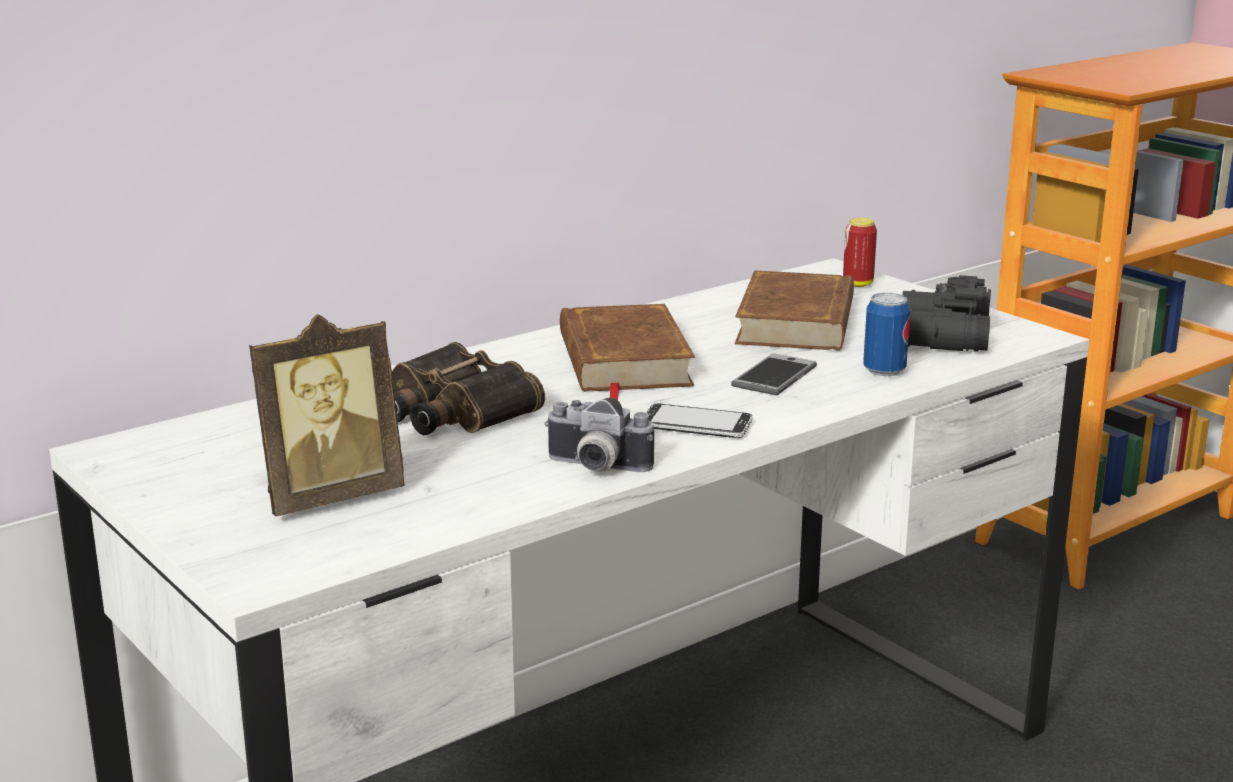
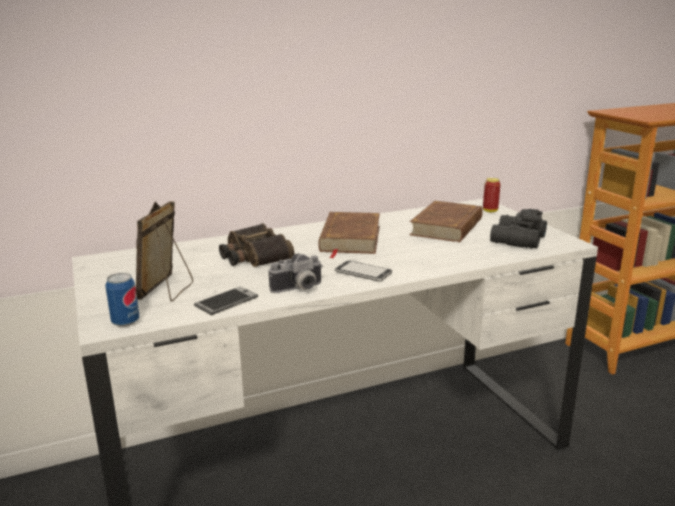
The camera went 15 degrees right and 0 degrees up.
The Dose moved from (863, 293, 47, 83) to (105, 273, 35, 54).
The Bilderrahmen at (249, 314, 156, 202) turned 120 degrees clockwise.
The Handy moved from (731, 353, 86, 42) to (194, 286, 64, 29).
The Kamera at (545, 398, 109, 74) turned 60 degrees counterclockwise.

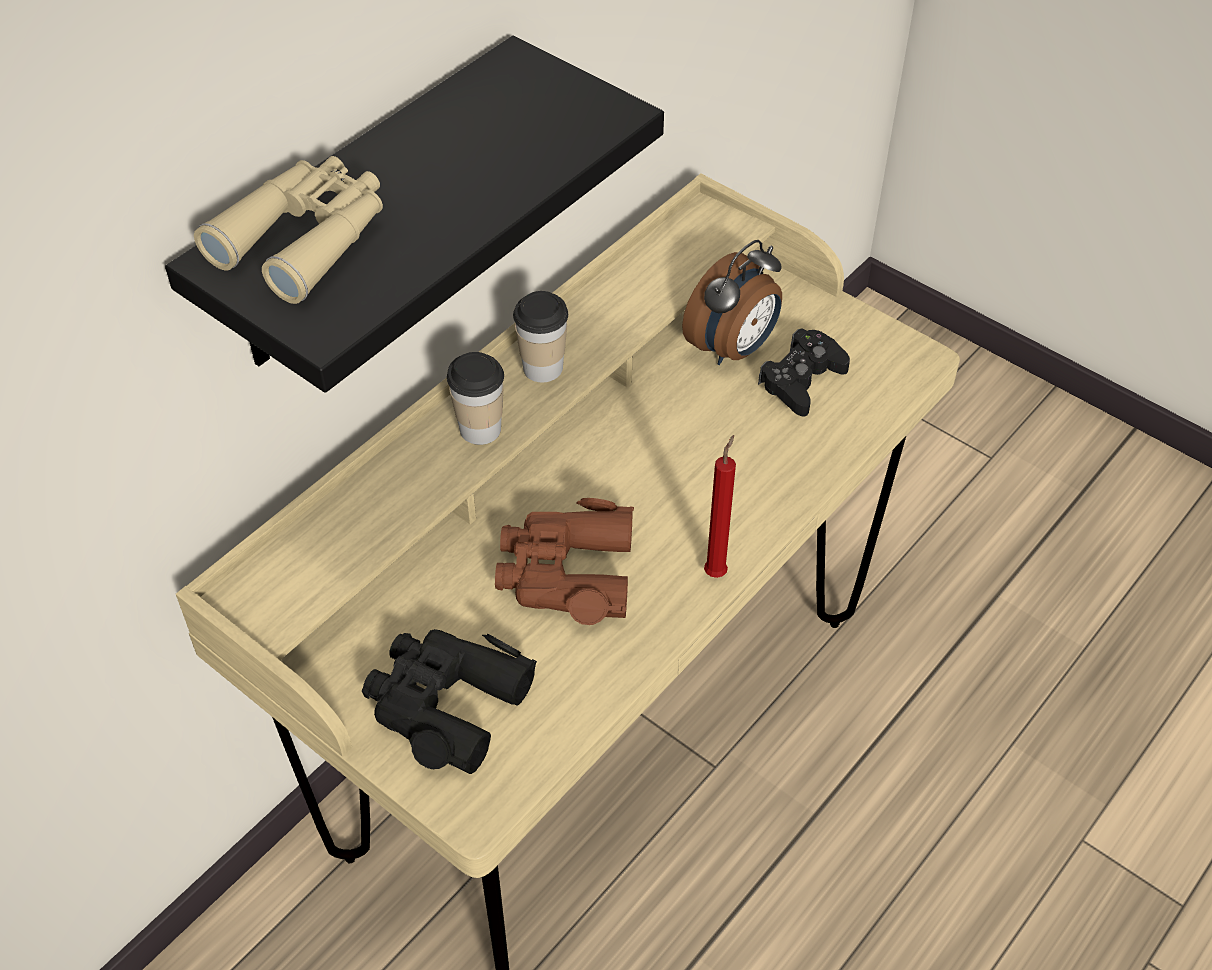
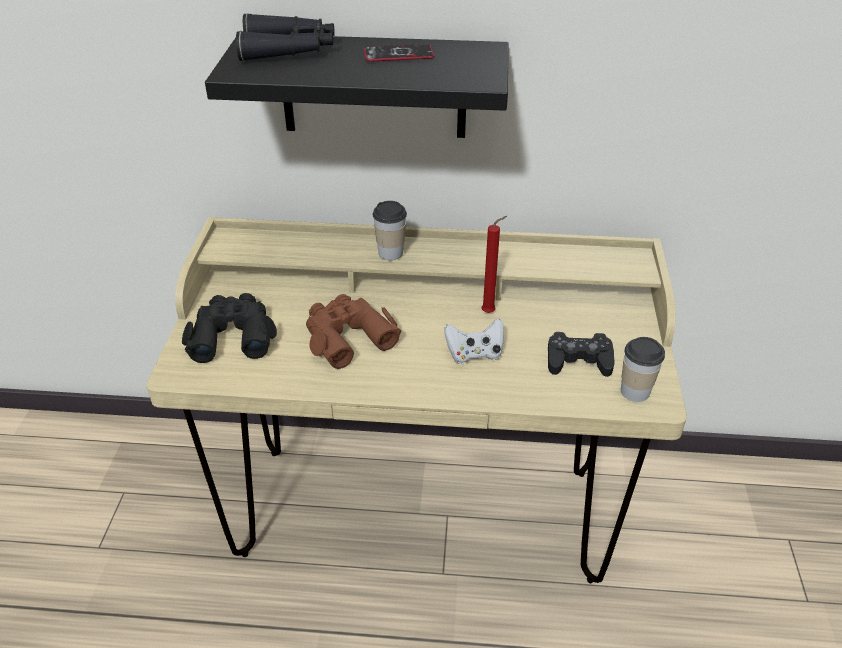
The camera went 55 degrees right and 10 degrees down.
The Fernglas/beige at (194, 156, 189, 148) became the Fernglas/schwarz at (236, 13, 99, 48).
The Wecker at (682, 240, 100, 125) disappeared.
The Tasse moved from (513, 291, 55, 91) to (621, 337, 44, 65).
The Kerze/rot moved from (704, 435, 32, 143) to (481, 216, 26, 97).
The Handy at (364, 44, 70, 18) appeared.
The Gamepad/weiß at (445, 318, 59, 46) appeared.

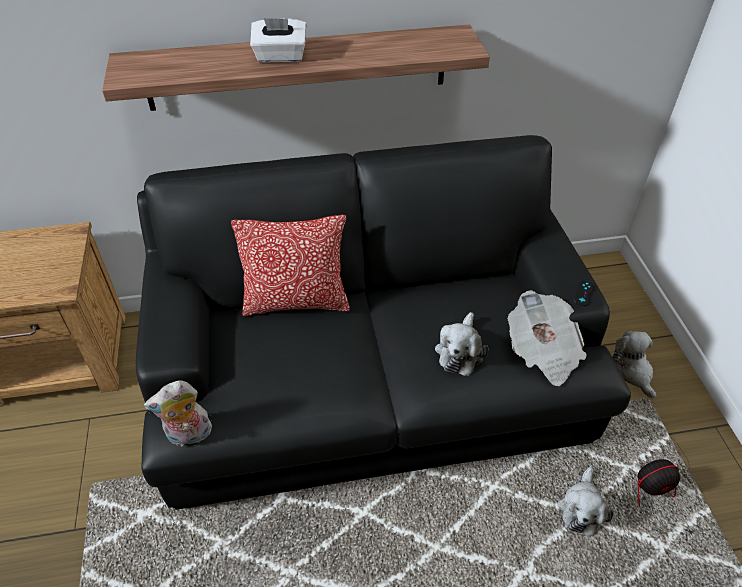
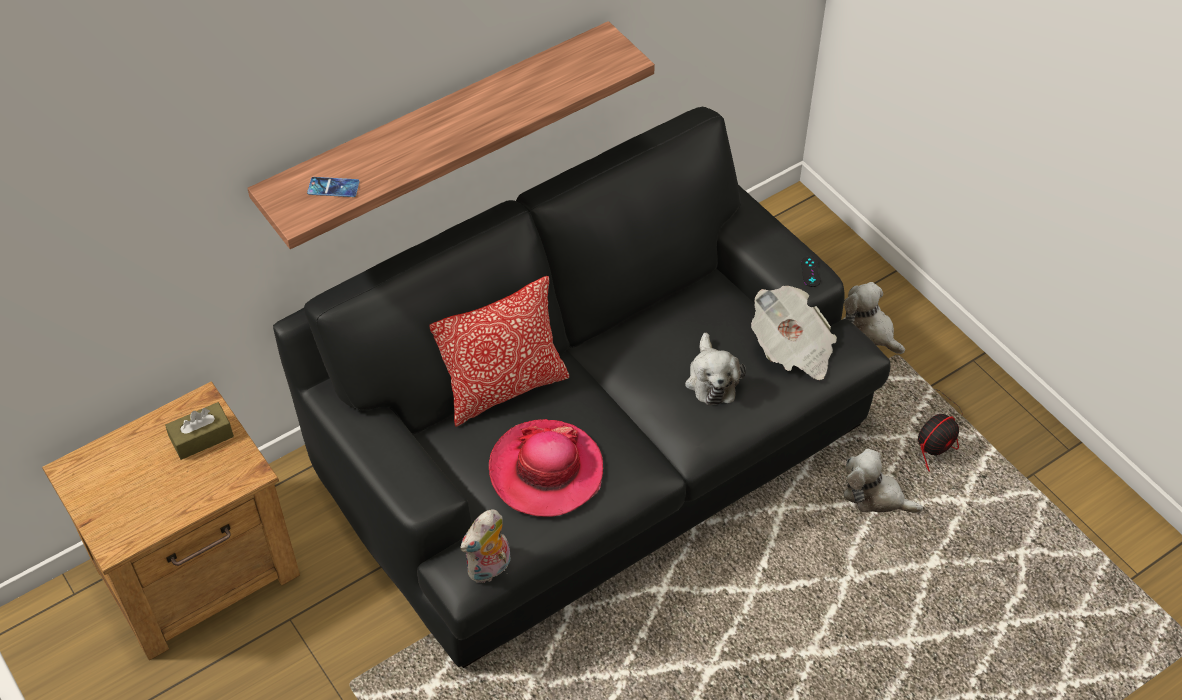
The camera went 25 degrees left and 5 degrees up.
The Taschentuchbox/weiß at (250, 18, 56, 45) disappeared.
The Plüschtier at (557, 467, 56, 69) turned 120 degrees clockwise.
The Handy at (307, 177, 53, 20) appeared.
The Taschentuchbox/braun at (165, 402, 69, 58) appeared.
The Hut at (489, 419, 114, 98) appeared.

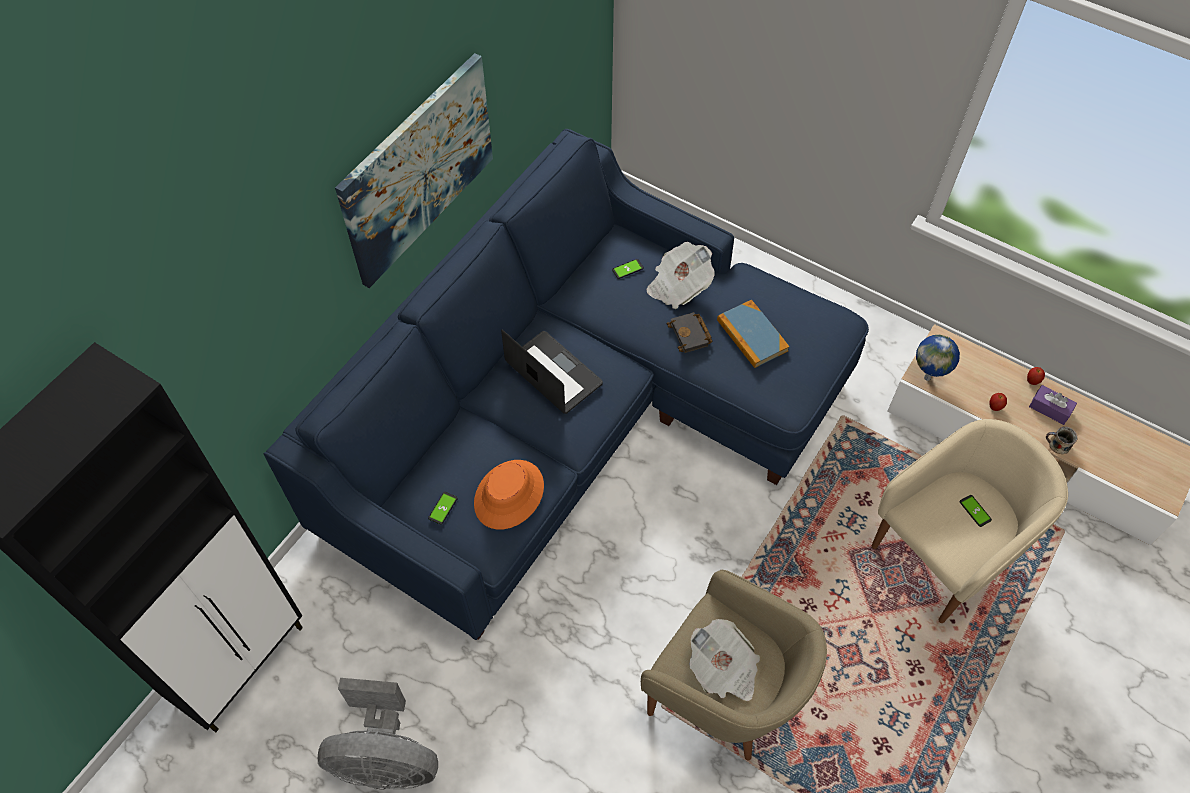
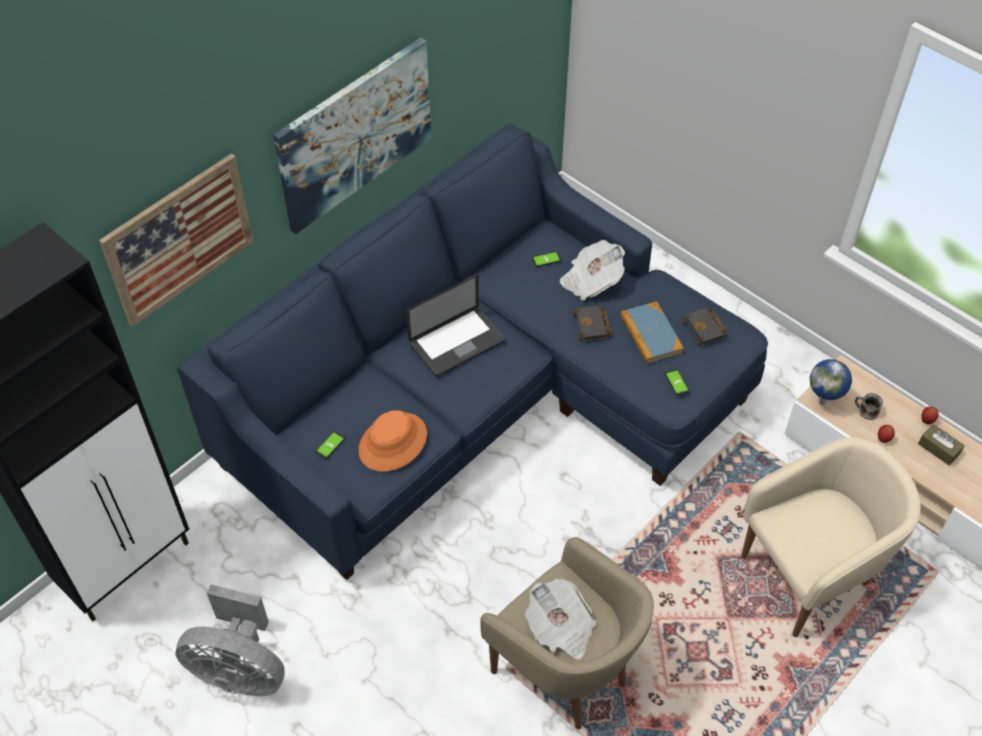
The camera went 10 degrees right and 5 degrees down.
The Laptop at (501, 330, 102, 84) turned 90 degrees clockwise.
The Taschentuchbox/lila at (1029, 385, 48, 40) became the Taschentuchbox/braun at (918, 424, 47, 42).
The Henkelbecher moved from (1046, 426, 32, 28) to (855, 393, 28, 27).
The Handy moved from (959, 495, 33, 32) to (665, 369, 24, 26).
The Bild at (99, 153, 155, 174) appeared.
The Buch/schwarz at (682, 308, 46, 38) appeared.

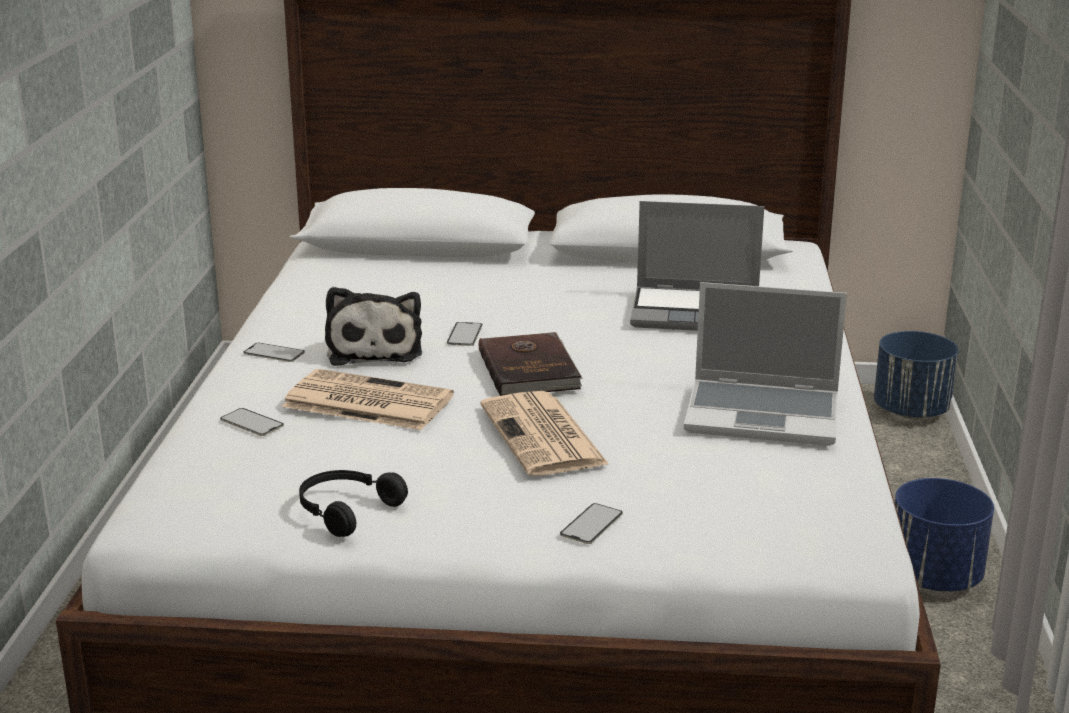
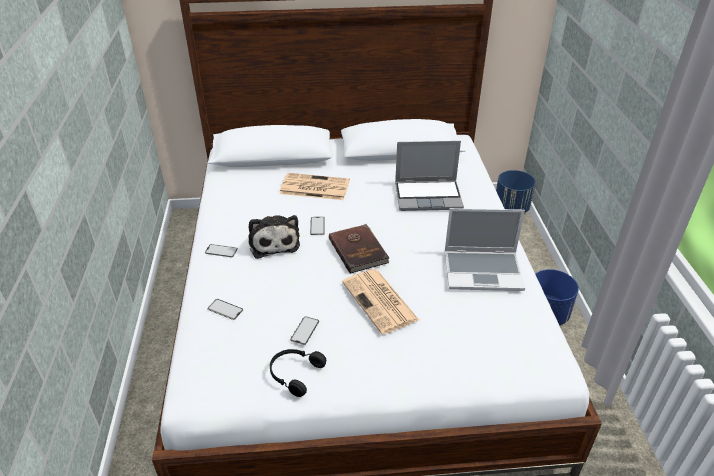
The camera went 10 degrees left and 15 degrees up.
The Zeitung moved from (282, 369, 172, 61) to (279, 173, 71, 27).
The Handy moved from (560, 503, 63, 41) to (290, 316, 29, 29).

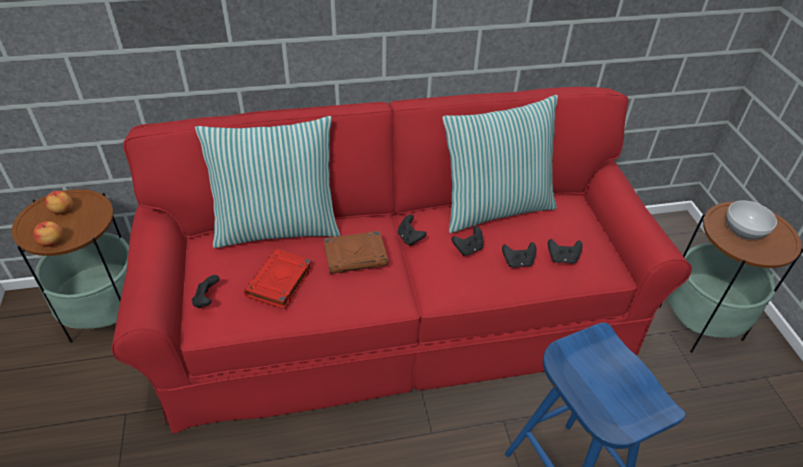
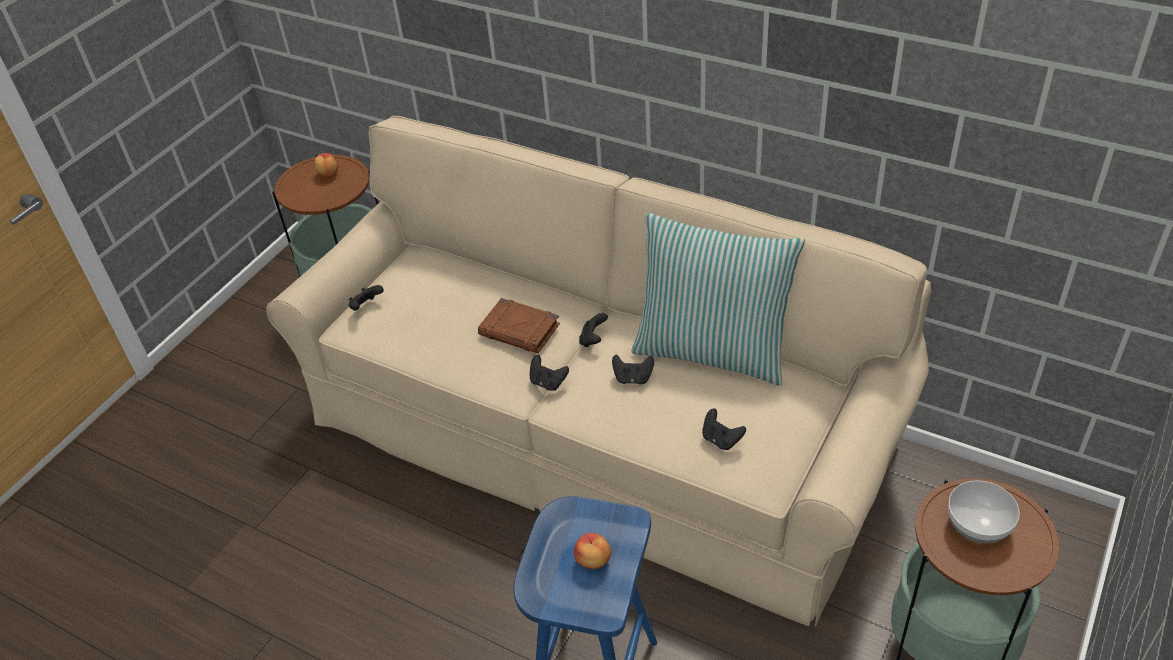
The camera went 45 degrees right and 0 degrees up.
The Sofa/rot at (111, 87, 581, 347) became the Sofa/beige at (266, 116, 665, 510).
The Kissen at (195, 116, 145, 132) disappeared.
The Apfel moved from (33, 221, 30, 26) to (574, 533, 37, 36).
The Gamepad/schwarz moved from (502, 242, 34, 26) to (530, 355, 39, 36).
The Buch/rot at (244, 249, 68, 60) disappeared.

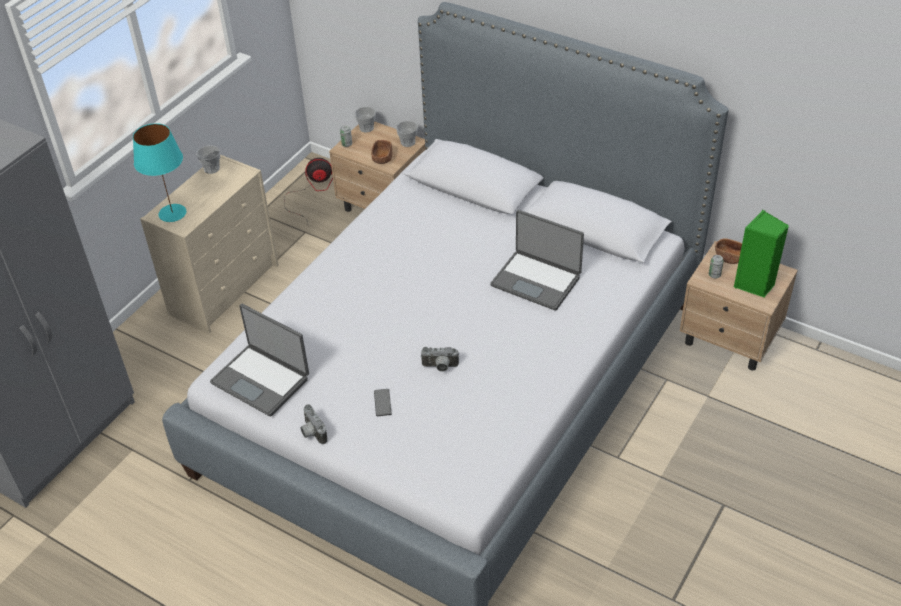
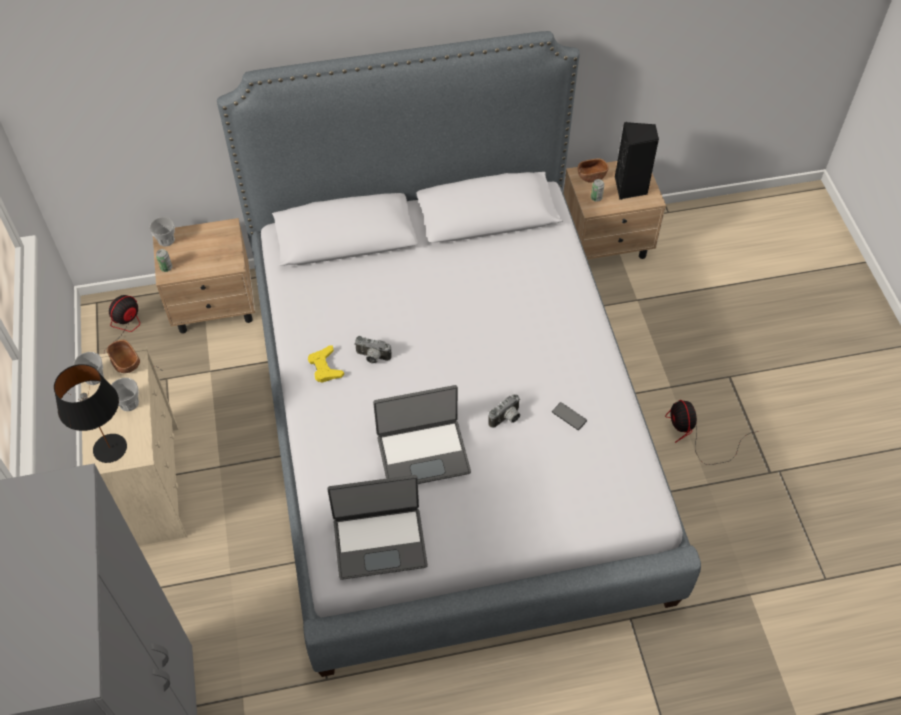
The camera went 45 degrees left and 10 degrees up.
The Tasse moved from (396, 121, 22, 26) to (111, 378, 28, 33).
The Tischlampe/türkis at (133, 123, 53, 99) became the Tischlampe/schwarz at (54, 364, 73, 99).
The Schüssel/braun moved from (371, 140, 21, 24) to (107, 340, 33, 33).
The Laptop moved from (490, 210, 94, 101) to (373, 385, 98, 99).
The Lautsprecher/grün at (734, 210, 55, 87) became the Lautsprecher/schwarz at (615, 122, 44, 78).
The Handy moved from (374, 389, 18, 27) to (552, 402, 35, 28).
The Kamera moved from (300, 404, 27, 40) to (354, 336, 37, 28).
The Gamepad/gelb at (308, 345, 36, 38) appeared.
The Ventilator at (665, 400, 94, 65) appeared.

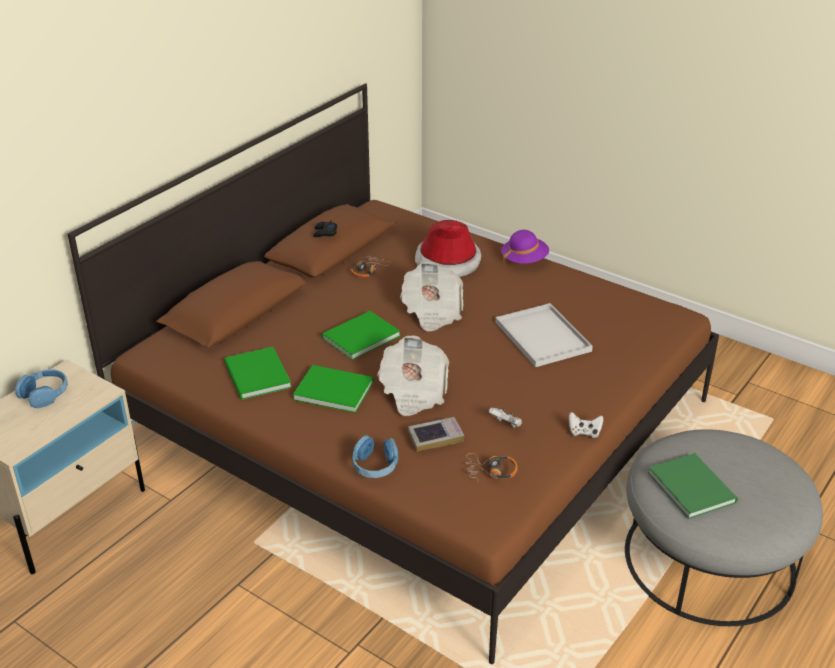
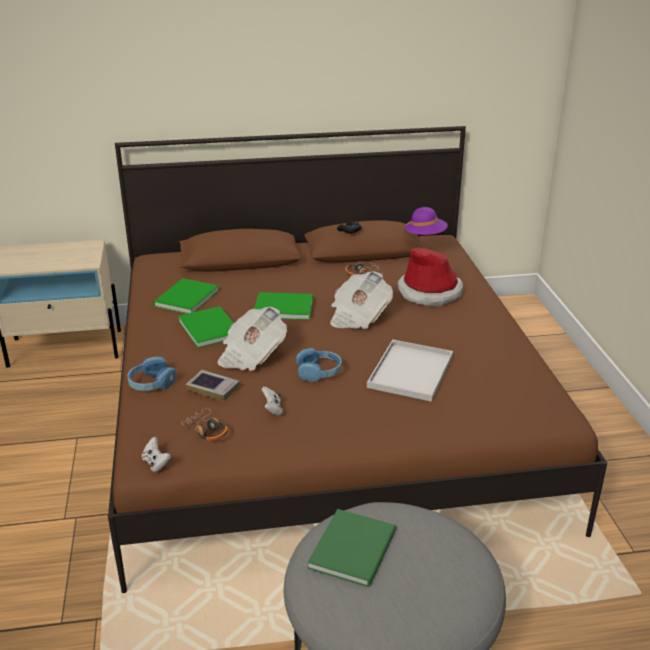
The camera went 45 degrees right and 5 degrees down.
The Hut/lila moved from (501, 230, 48, 36) to (404, 207, 44, 28).
The Kopfhörer/blau moved from (15, 369, 53, 39) to (296, 348, 46, 34).
The Gamepad/weiß moved from (569, 412, 34, 26) to (142, 437, 29, 35).

